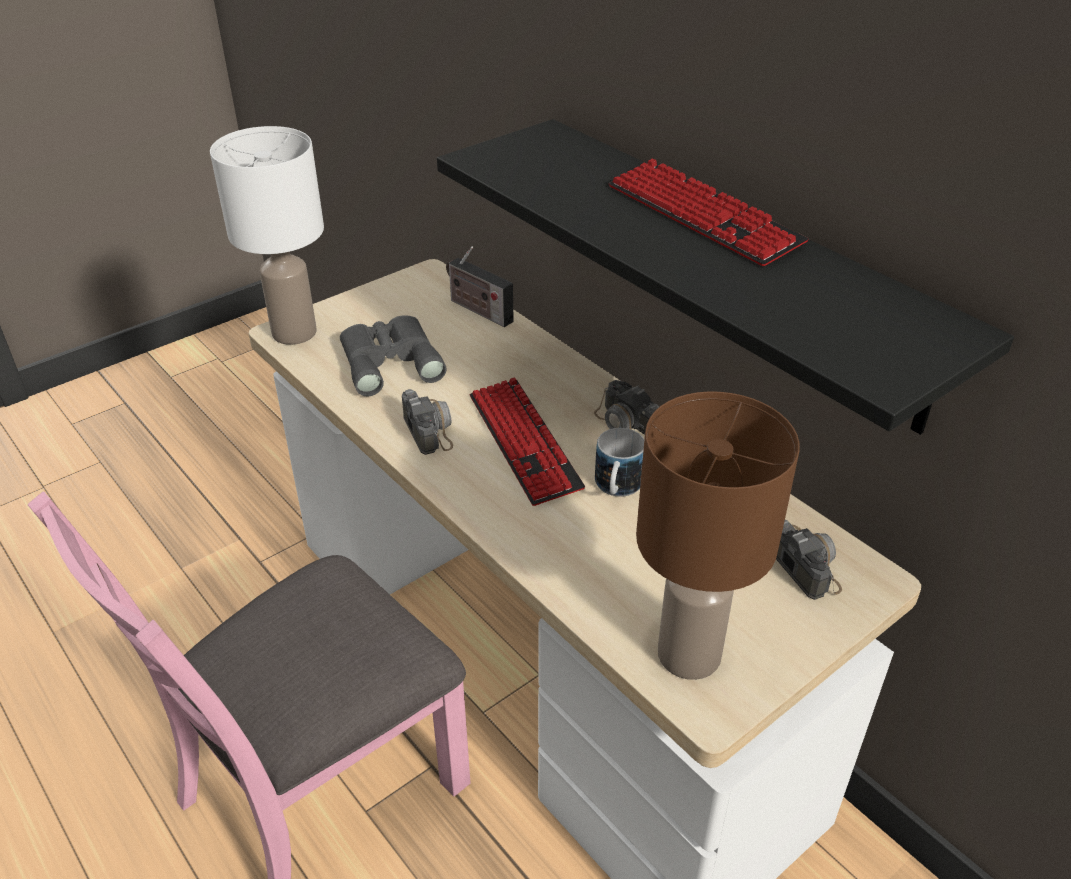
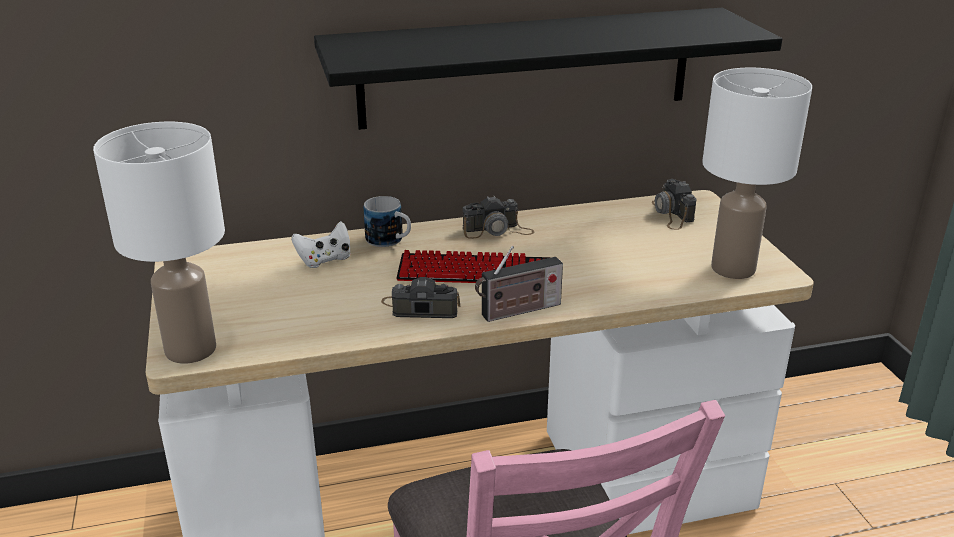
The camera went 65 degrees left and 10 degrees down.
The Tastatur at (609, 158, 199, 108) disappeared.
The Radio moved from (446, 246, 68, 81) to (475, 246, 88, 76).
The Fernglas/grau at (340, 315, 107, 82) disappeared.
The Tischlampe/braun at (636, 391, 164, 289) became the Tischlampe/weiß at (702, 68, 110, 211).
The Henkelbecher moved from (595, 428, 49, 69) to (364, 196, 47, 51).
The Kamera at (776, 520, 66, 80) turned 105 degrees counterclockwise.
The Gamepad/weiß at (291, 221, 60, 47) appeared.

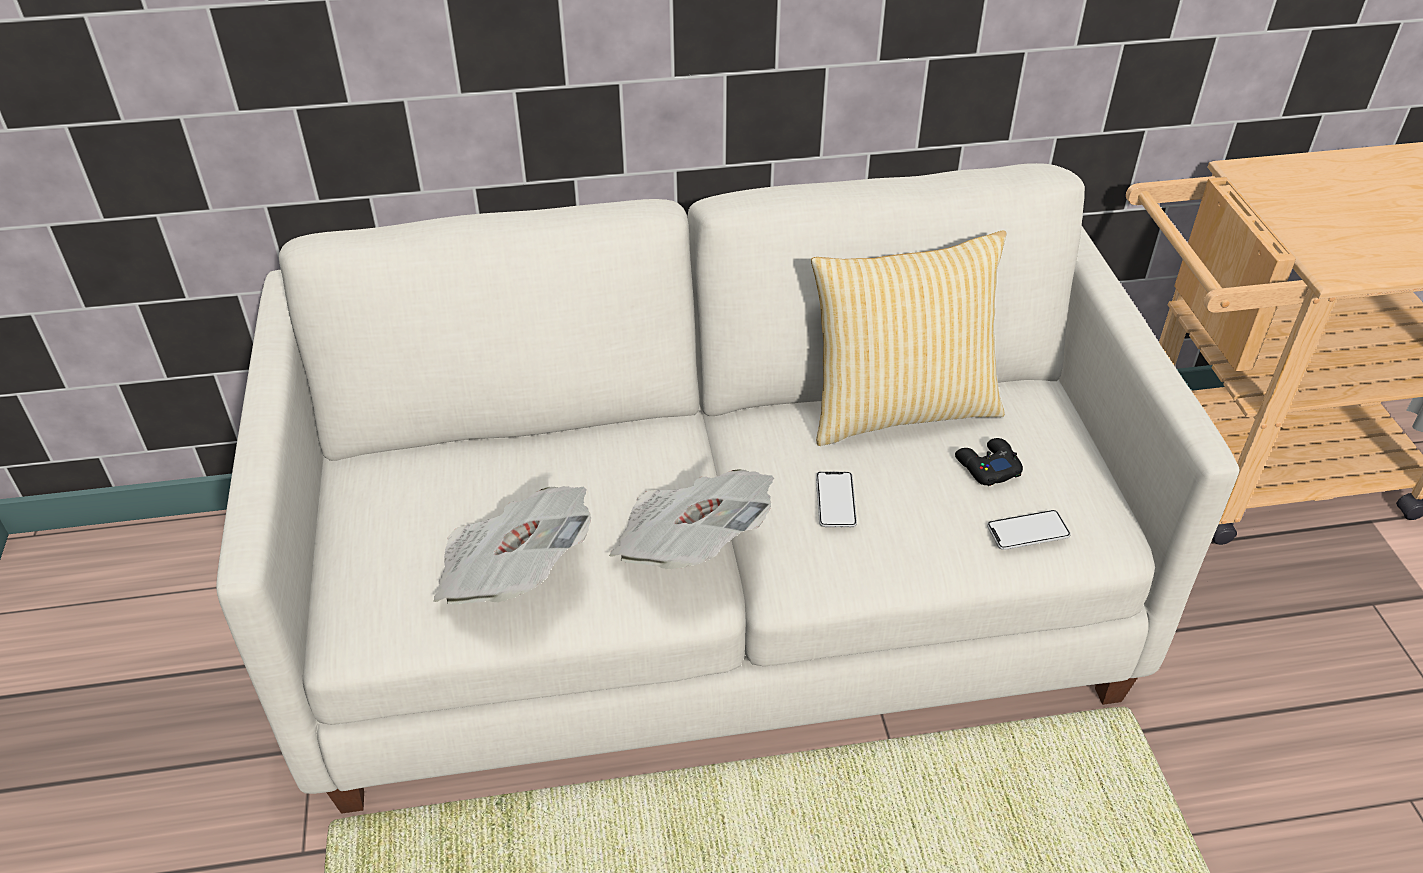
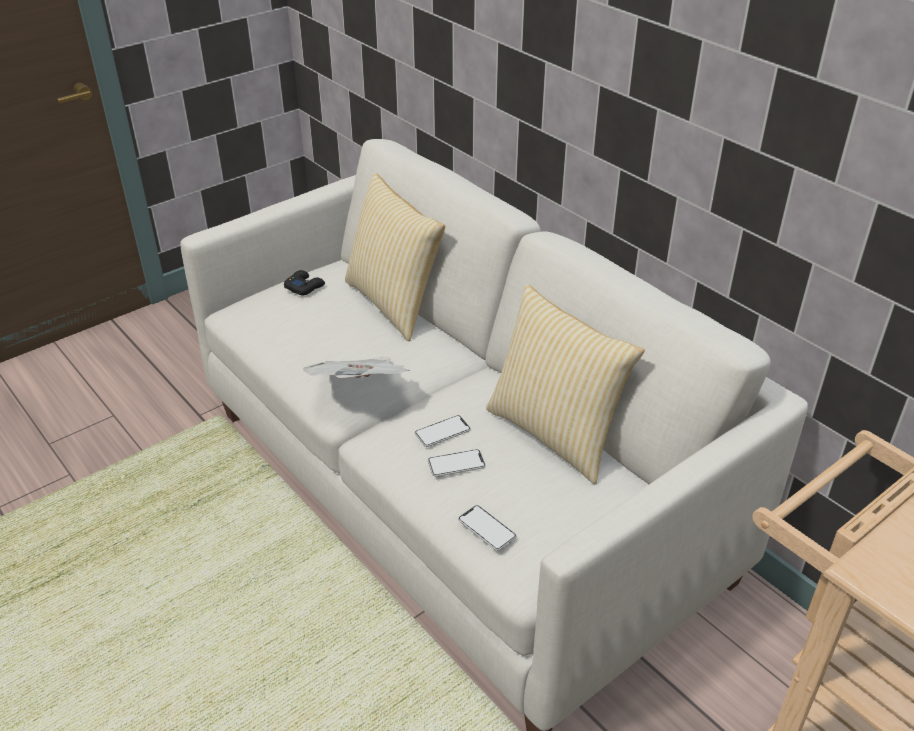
The camera went 60 degrees right and 5 degrees down.
The Gamepad/schwarz moved from (955, 438, 68, 48) to (284, 270, 41, 26).
The Zeitung at (433, 486, 158, 118) disappeared.
The Kissen at (345, 174, 100, 167) appeared.
The Handy at (428, 449, 58, 28) appeared.

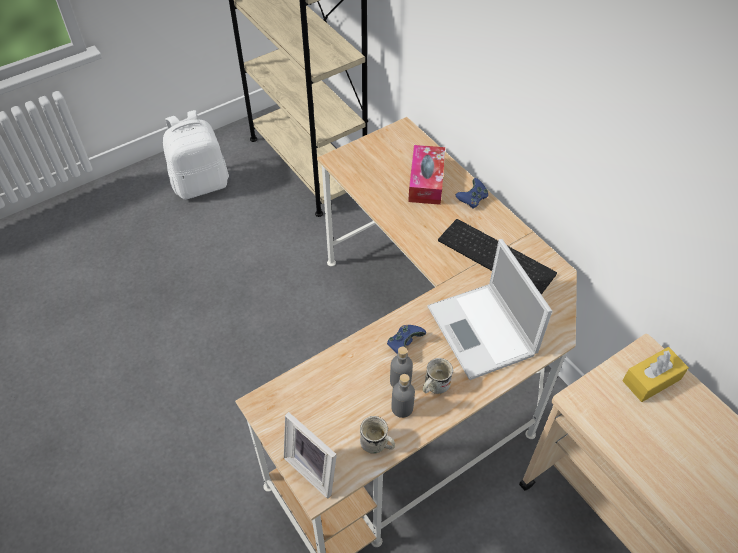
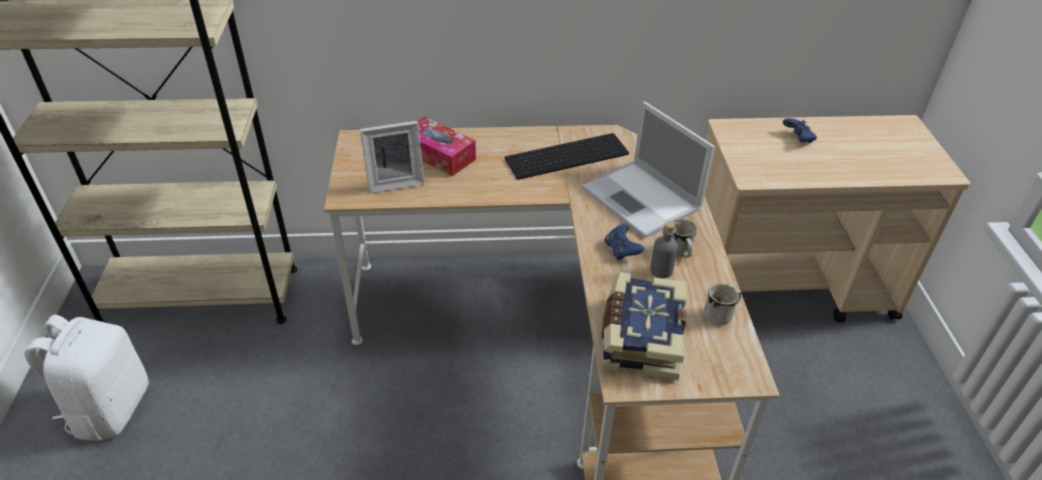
The camera went 60 degrees left and 10 degrees down.
The Gamepad/blau moved from (456, 178, 33, 31) to (783, 118, 34, 25).
The Laptop at (427, 239, 125, 141) turned 45 degrees clockwise.
The Taschentuchbox/gelb at (623, 347, 66, 55) disappeared.
The Flasche/grau at (391, 374, 24, 44) disappeared.
The Bilderrahmen moved from (284, 412, 53, 87) to (360, 121, 65, 72).
The Buch at (602, 272, 85, 108) appeared.

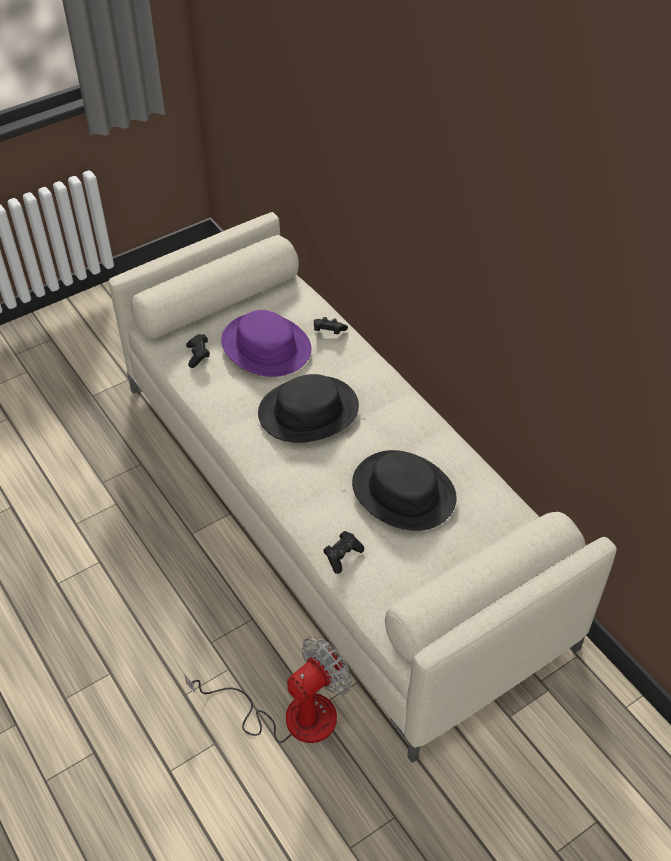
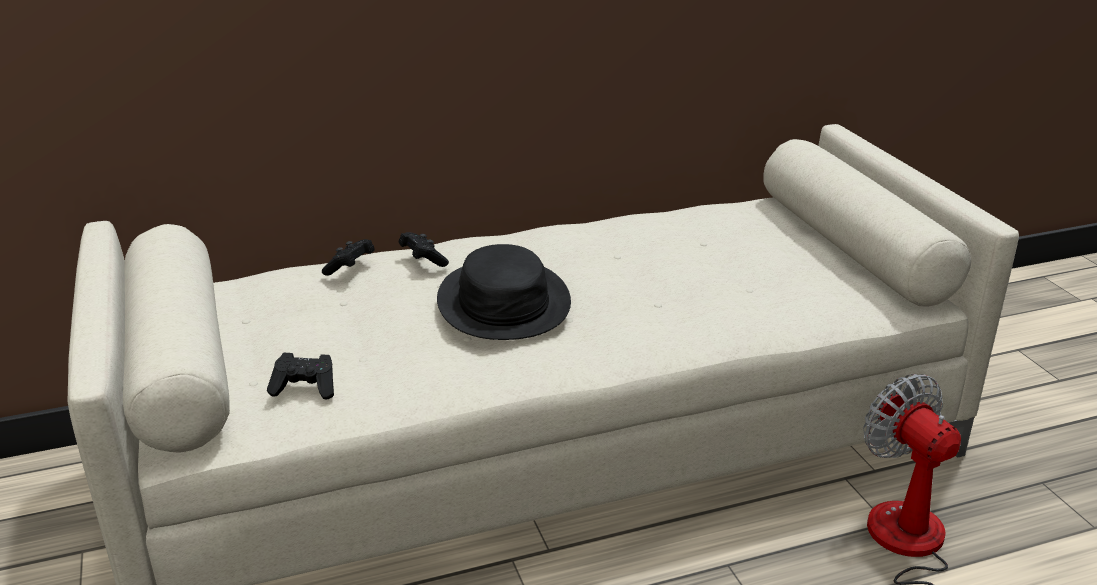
The camera went 75 degrees left and 20 degrees down.
The Hut/lila at (221, 310, 91, 67) disappeared.
The Hut/schwarz at (352, 450, 105, 81) disappeared.
The Gamepad/schwarz moved from (323, 531, 41, 43) to (399, 232, 50, 35).

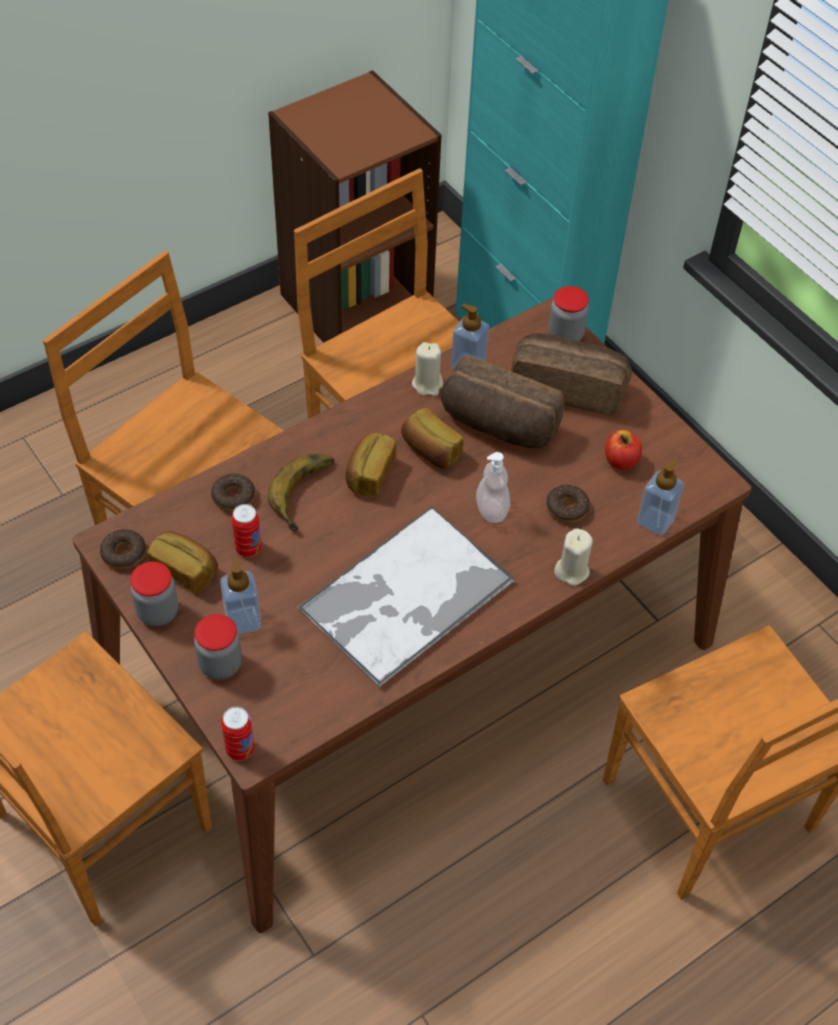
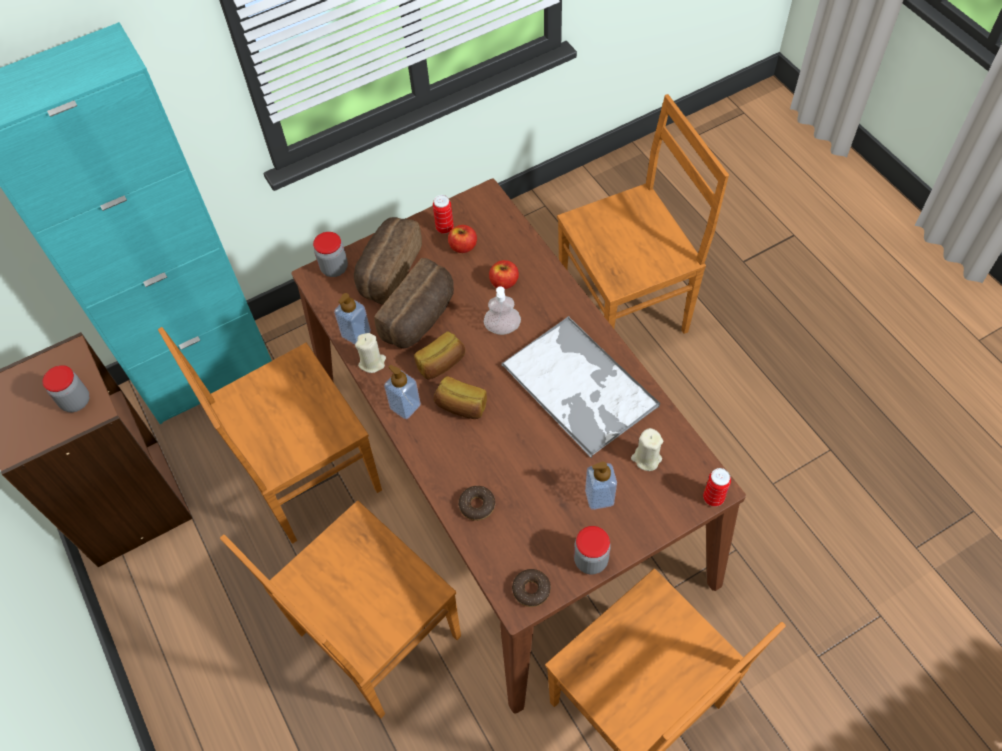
The camera went 80 degrees left and 5 degrees up.
The Banane at (268, 453, 66, 78) disappeared.
The Seifenspender moved from (637, 459, 47, 77) to (384, 365, 37, 54).
The Donut at (546, 485, 44, 38) was replaced by the Apfel at (489, 260, 30, 29).
The Dose moved from (231, 504, 30, 53) to (433, 195, 21, 39).
The Kerze/beige moved from (554, 528, 39, 58) to (631, 428, 32, 43).
The Brot at (147, 531, 71, 62) disappeared.
The Vorratsglas moved from (194, 614, 48, 66) to (42, 365, 47, 47).

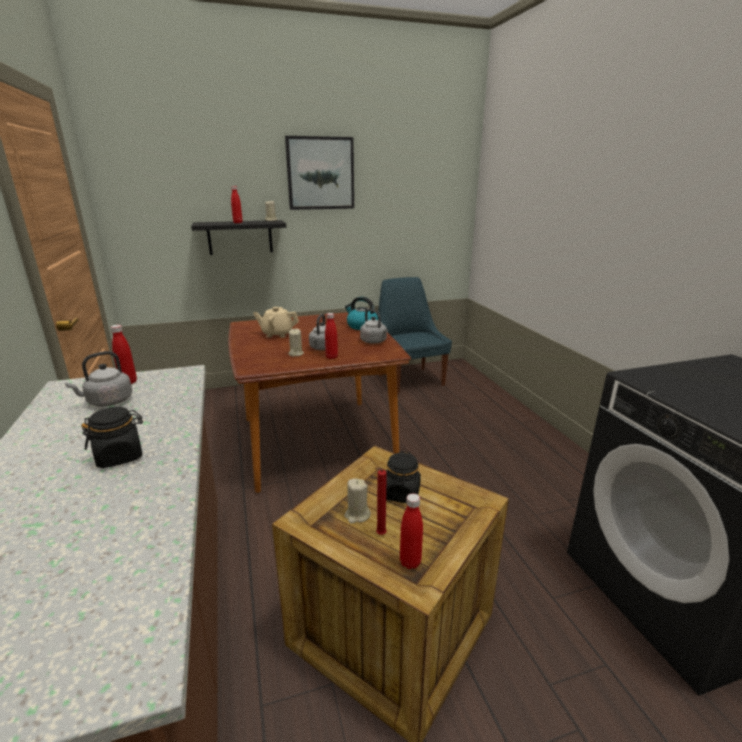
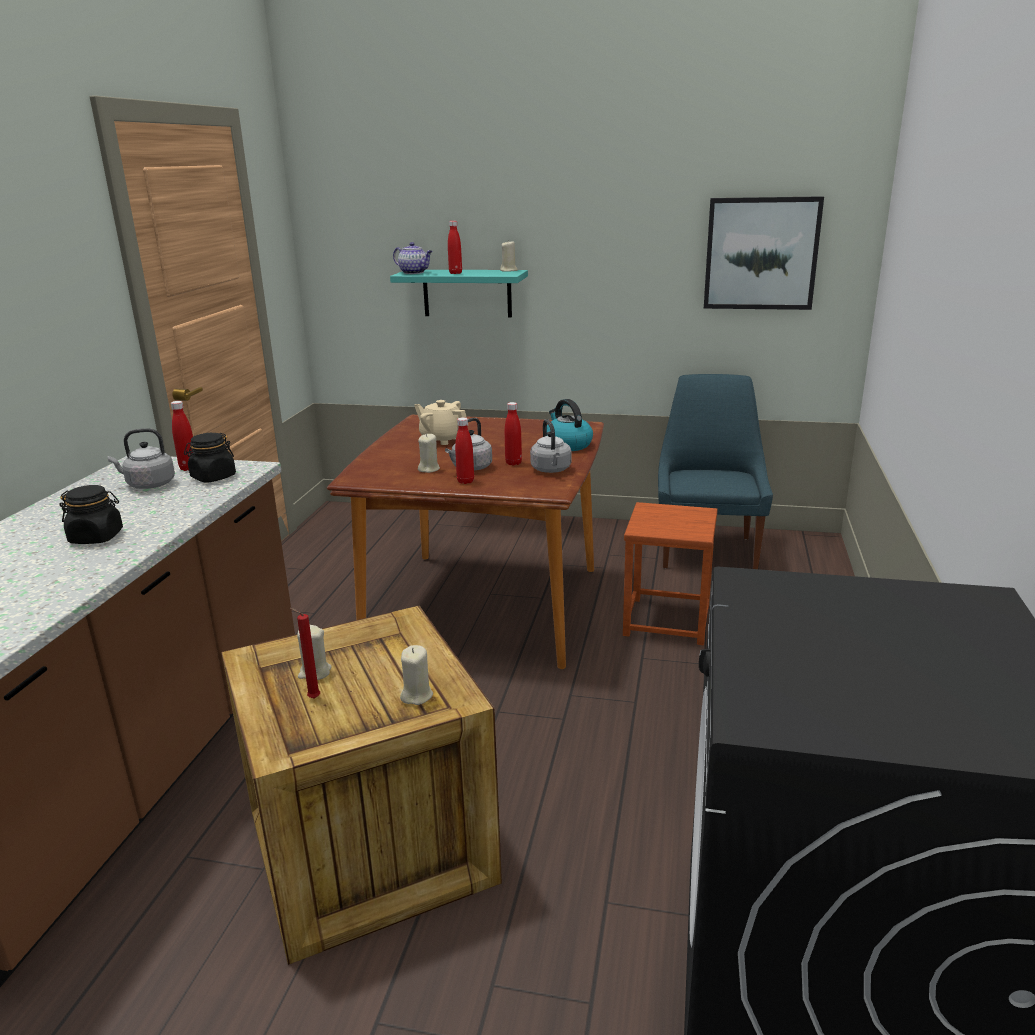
The camera went 30 degrees right and 0 degrees up.
The Bild moved from (285, 136, 69, 74) to (704, 196, 120, 114).
The Wandregal/schwarz at (191, 220, 95, 35) became the Wandregal/türkis at (390, 270, 138, 47).
The Vorratsglas/schwarz moved from (386, 451, 35, 52) to (184, 433, 52, 50).
The Flasche/rot moved from (400, 493, 23, 76) to (505, 402, 17, 63).
The Teekanne at (393, 242, 40, 32) appeared.
The Hocker/braun at (623, 502, 95, 143) appeared.
The Kerze/beige at (400, 645, 33, 60) appeared.

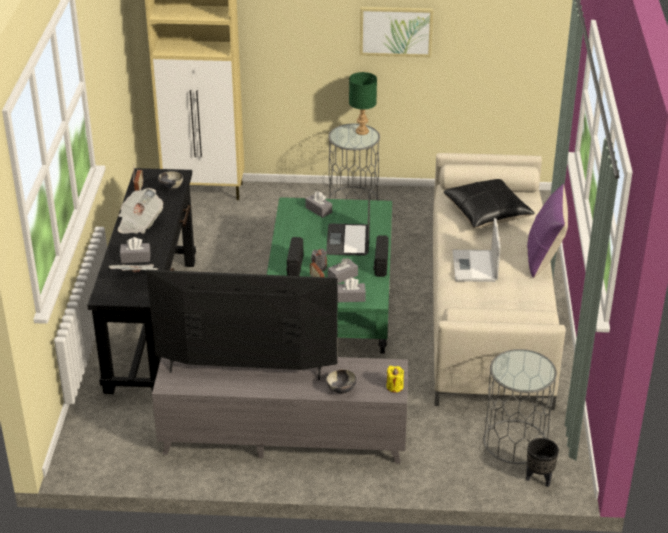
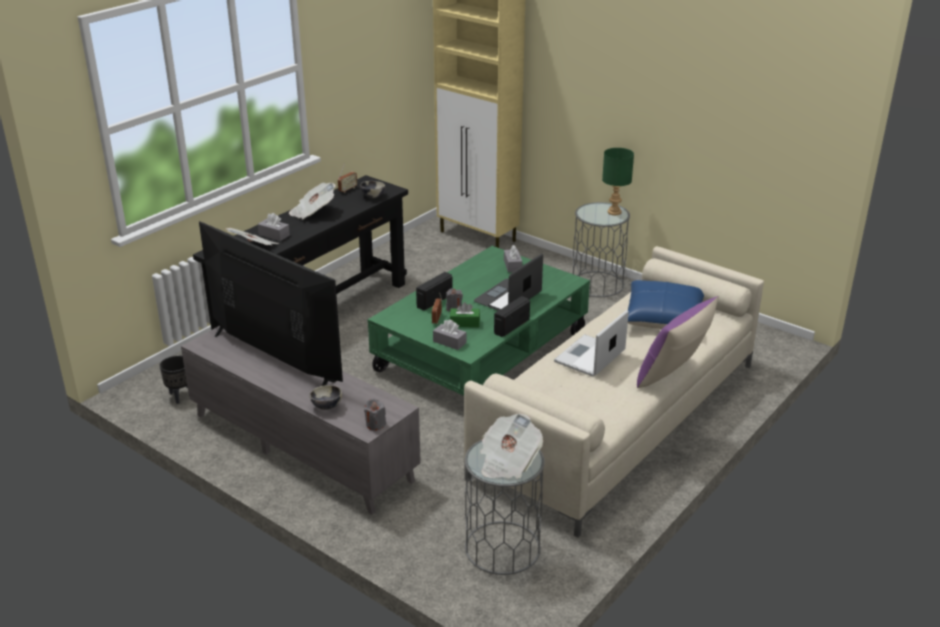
The camera went 35 degrees right and 5 degrees down.
The Bild at (360, 7, 73, 50) disappeared.
The Kissen/schwarz at (443, 179, 92, 49) became the Kissen/blau at (628, 280, 76, 49).
The Taschentuchbox/grau at (328, 258, 30, 26) became the Taschentuchbox/grün at (450, 302, 30, 25).
The Kerze/gelb at (386, 366, 18, 27) became the Kerze/grau at (364, 399, 22, 31).
The Pflanzkübel/schwarz moved from (526, 438, 33, 49) to (160, 356, 28, 48).
The Zeitung at (480, 413, 63, 66) appeared.

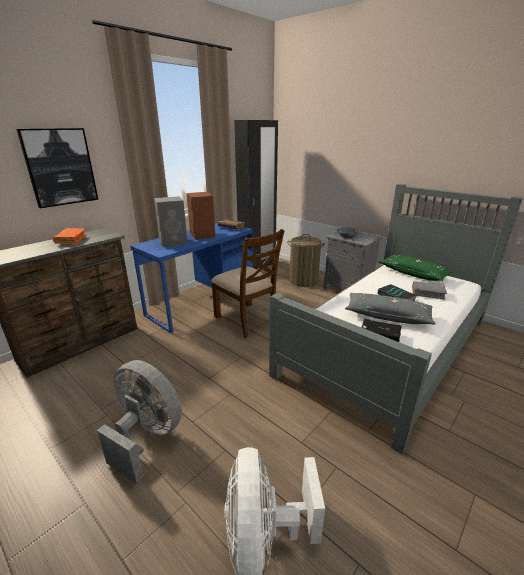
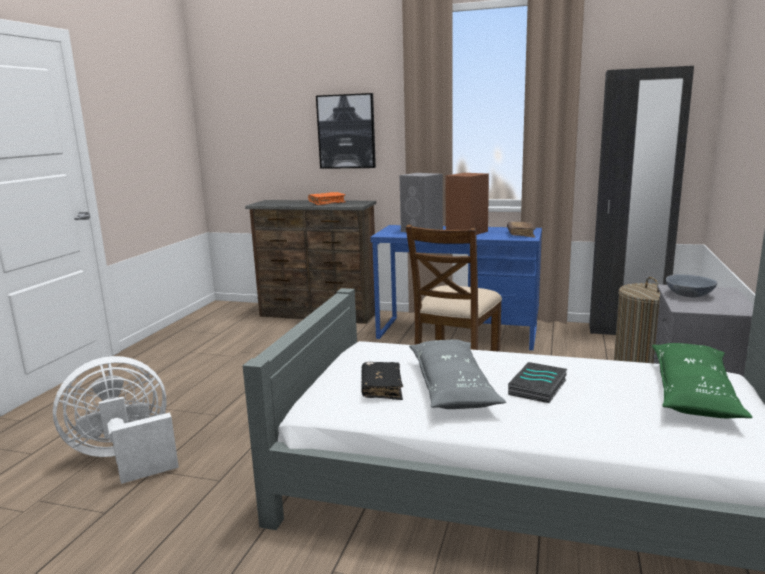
The camera went 65 degrees right and 10 degrees down.
The Buch/grau at (412, 281, 35, 19) disappeared.
The Ventilator/grau at (97, 360, 85, 124) disappeared.

